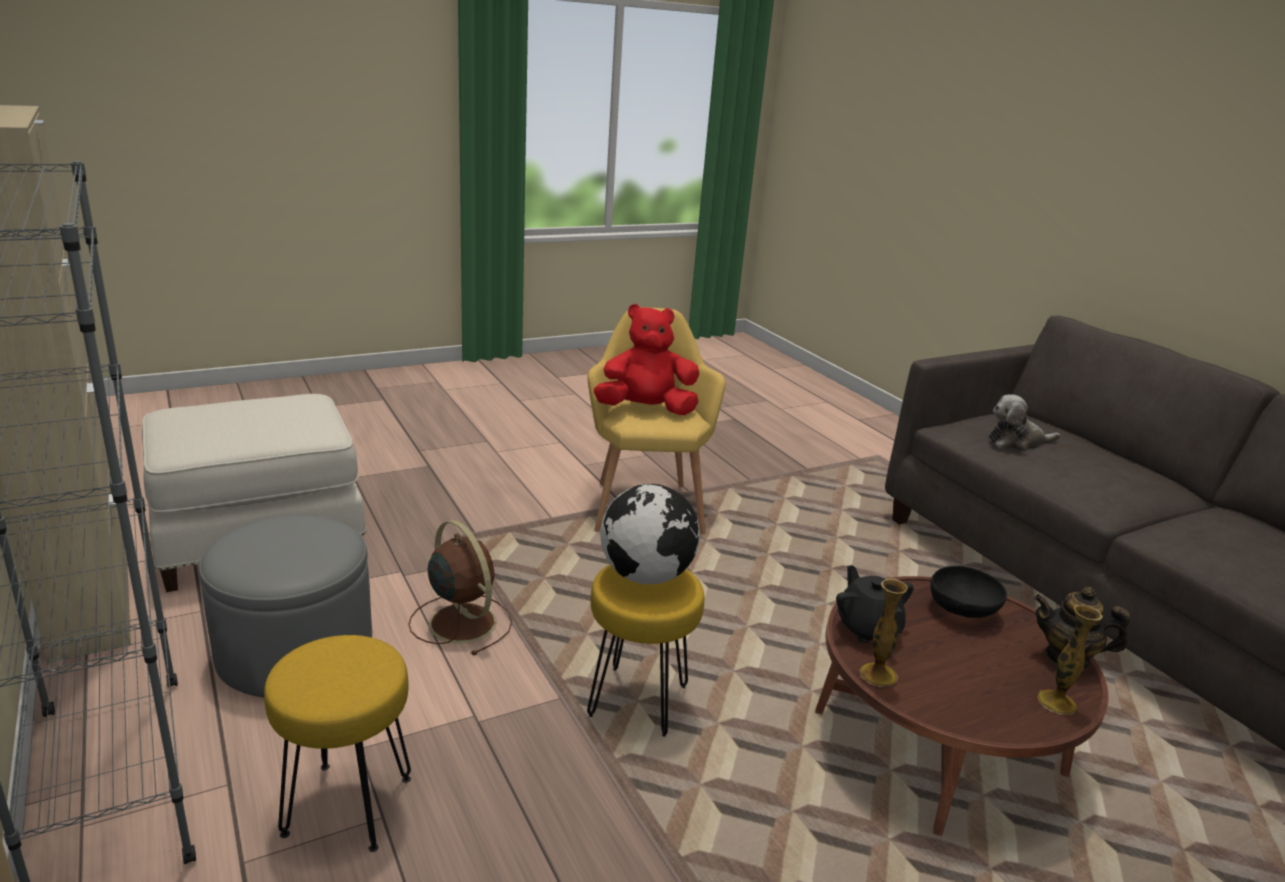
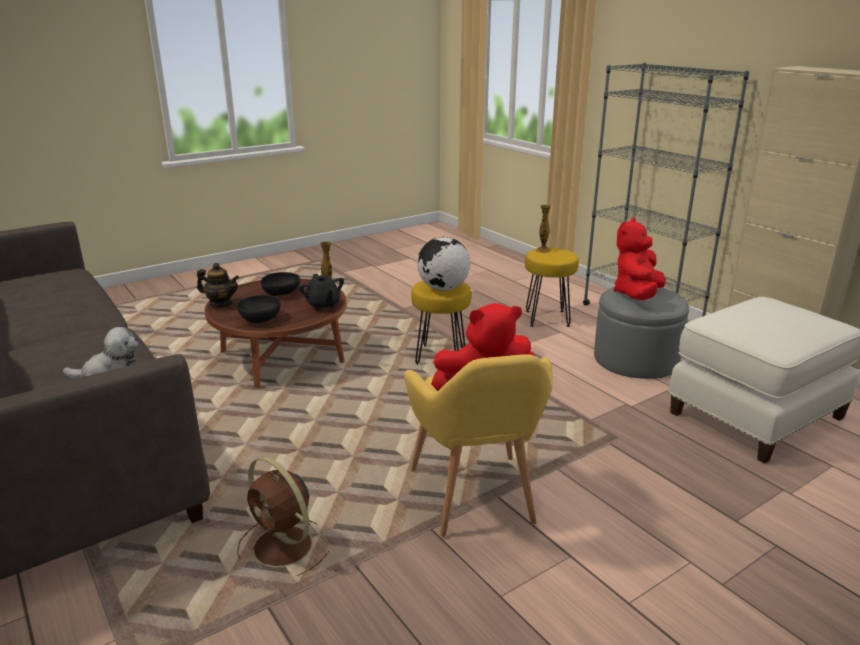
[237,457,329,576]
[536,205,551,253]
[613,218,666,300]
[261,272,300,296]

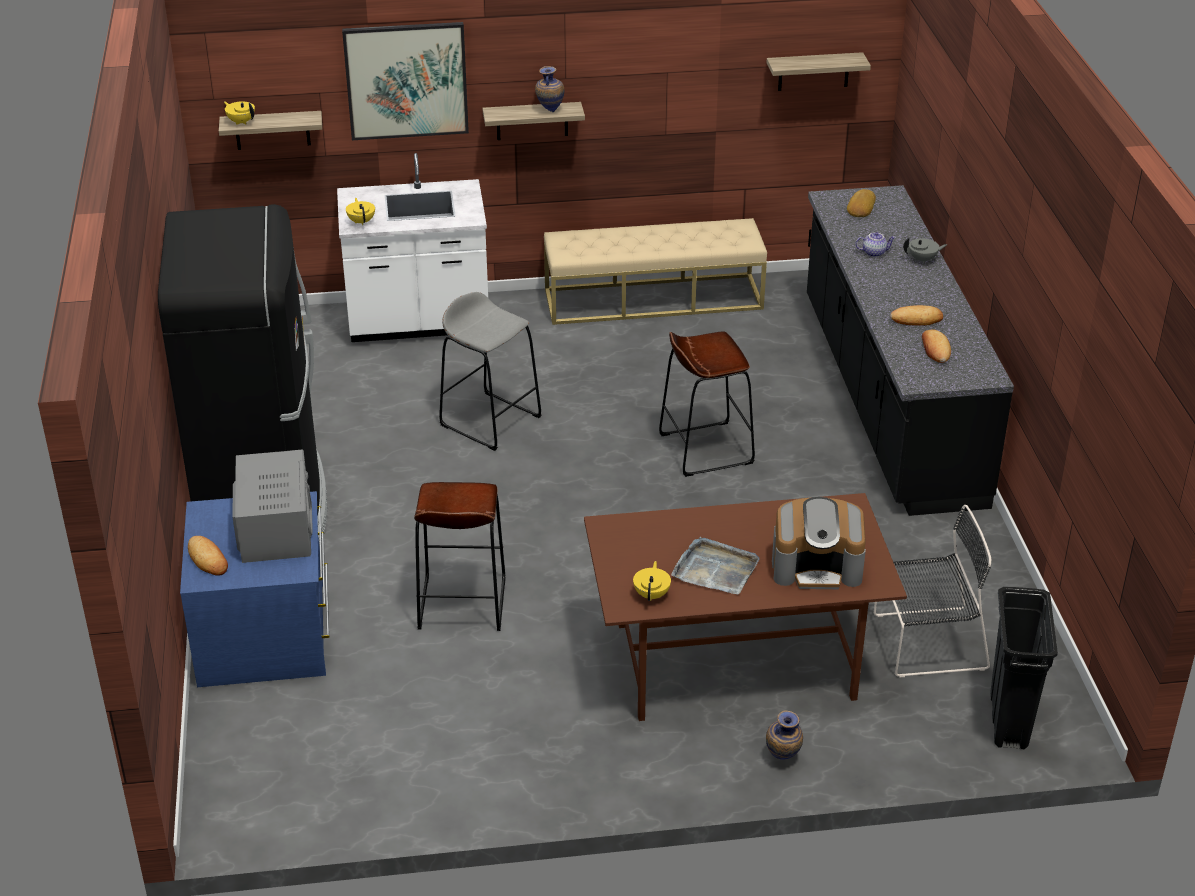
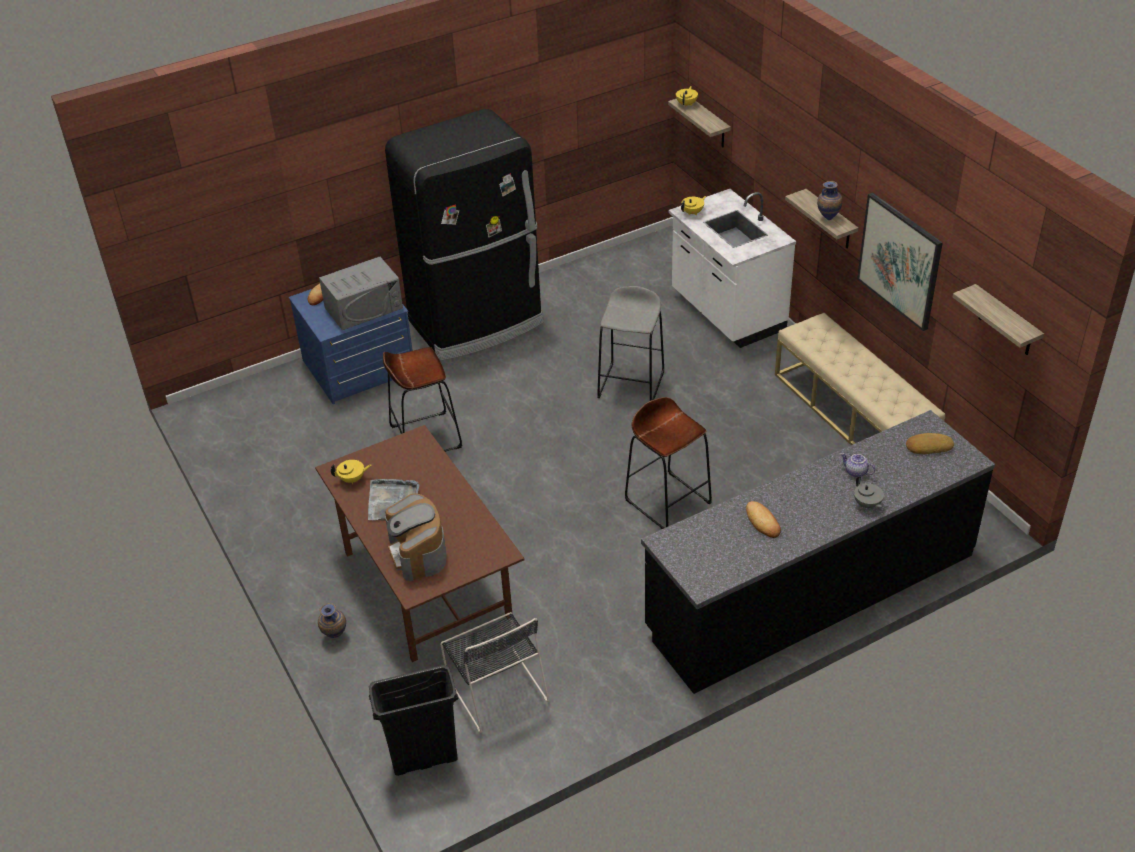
[857,193,943,331]
[840,453,875,477]
[922,329,951,363] (first image)

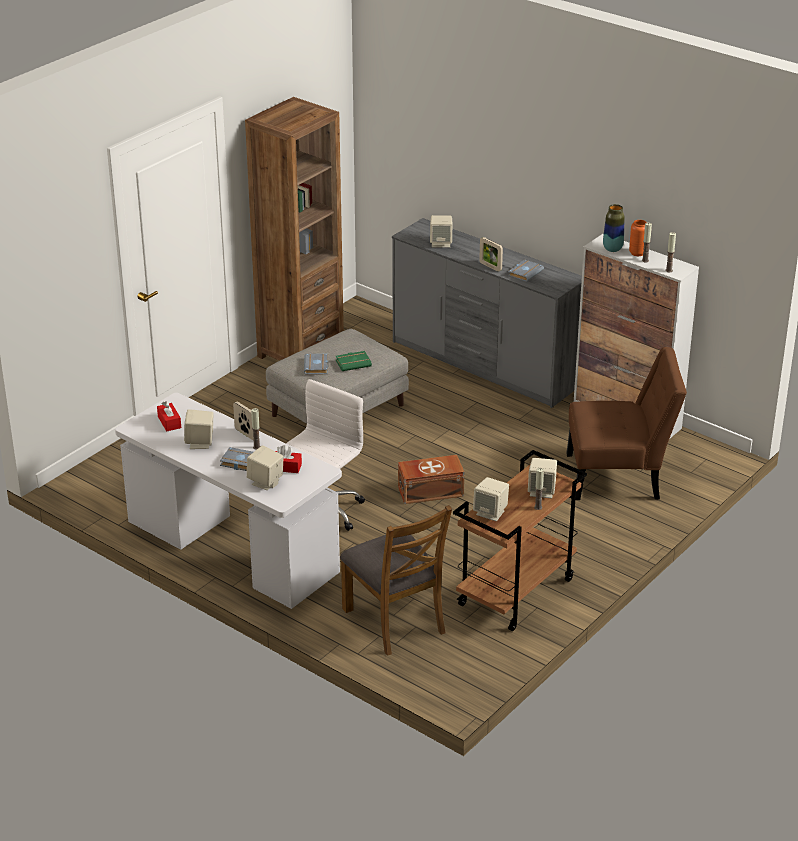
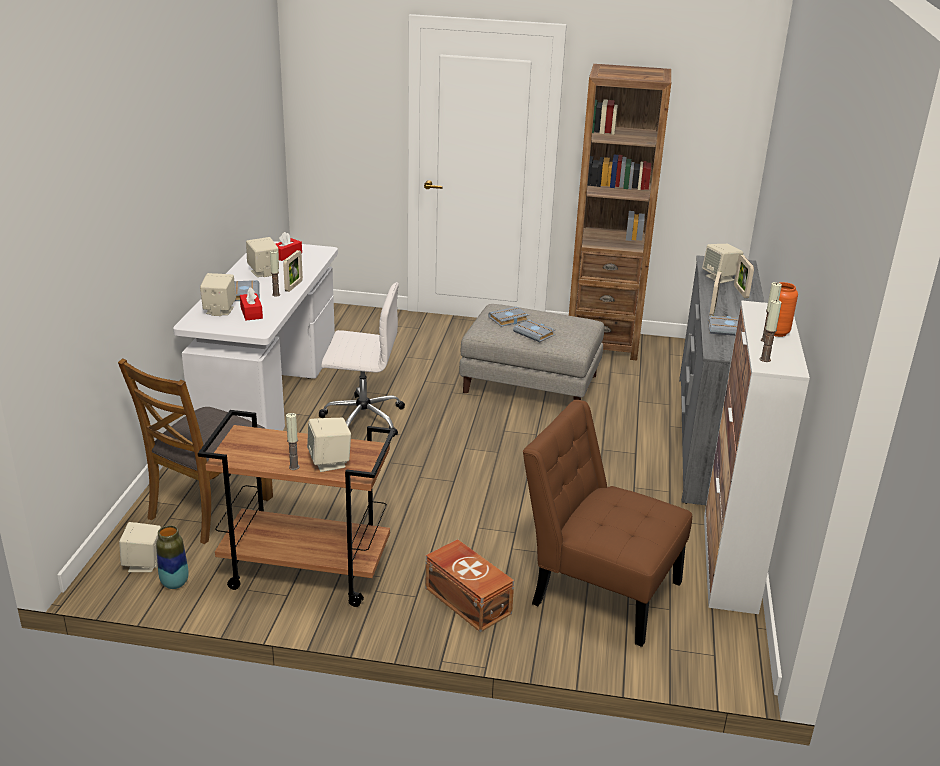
[156,526,189,589]
[523,400,692,647]
[513,319,555,342]
[425,539,514,632]
[119,522,161,572]
[734,255,754,298]

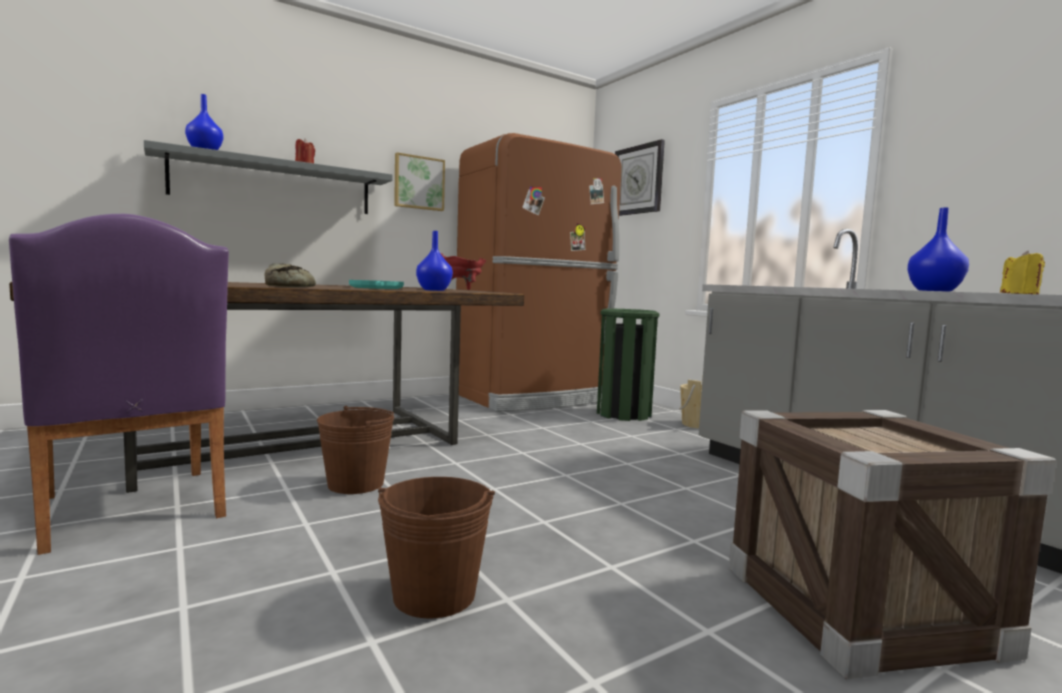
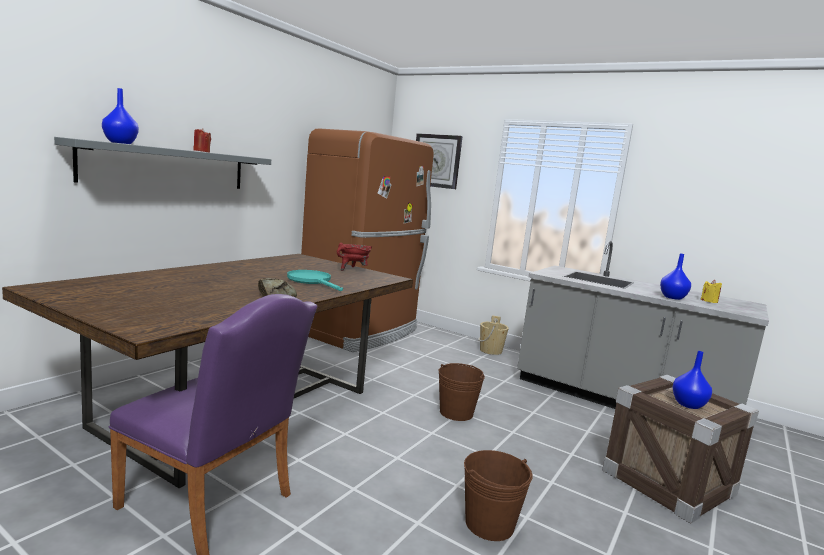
[394,152,445,211] (first image)
[673,351,712,409]
[597,309,659,421] (first image)
[439,363,485,421]

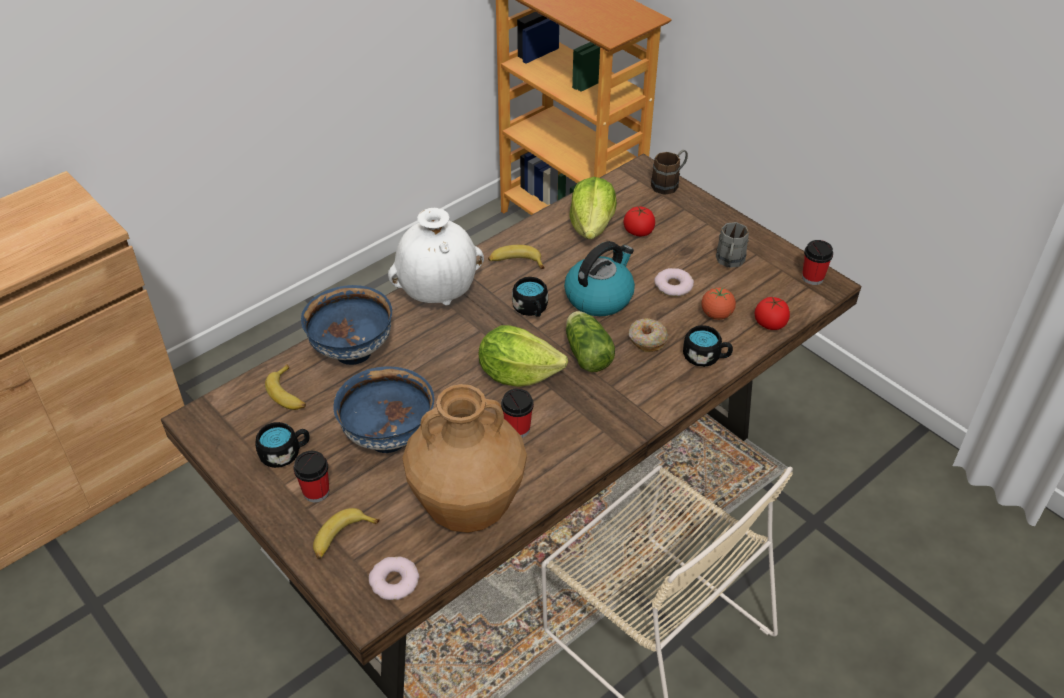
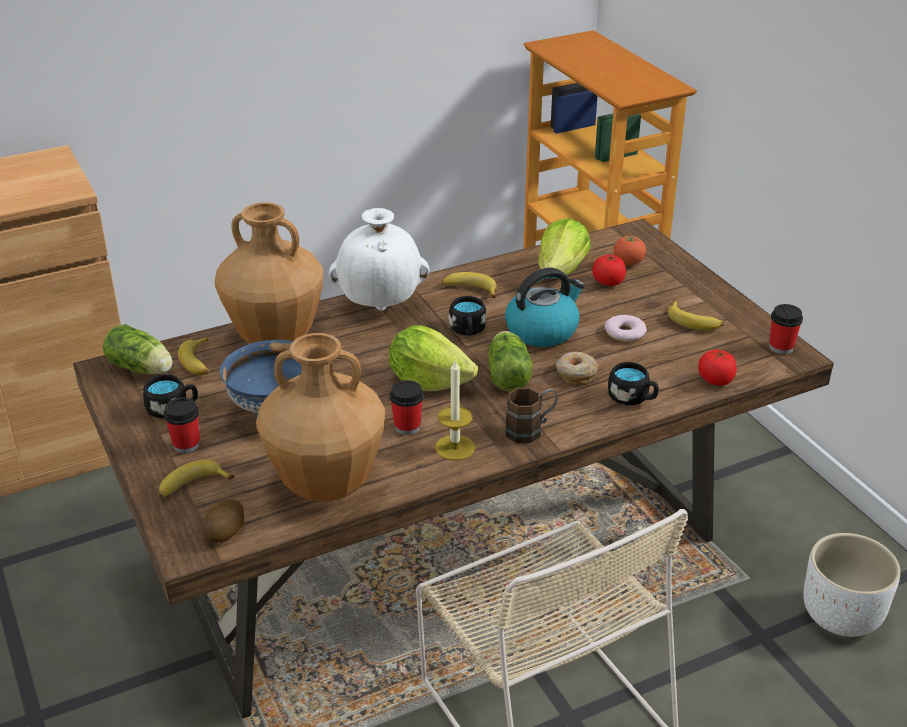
[505,388,558,443]
[668,300,724,331]
[214,202,324,344]
[613,235,646,266]
[202,500,244,543]
[103,324,172,374]
[435,360,475,461]
[803,533,900,637]

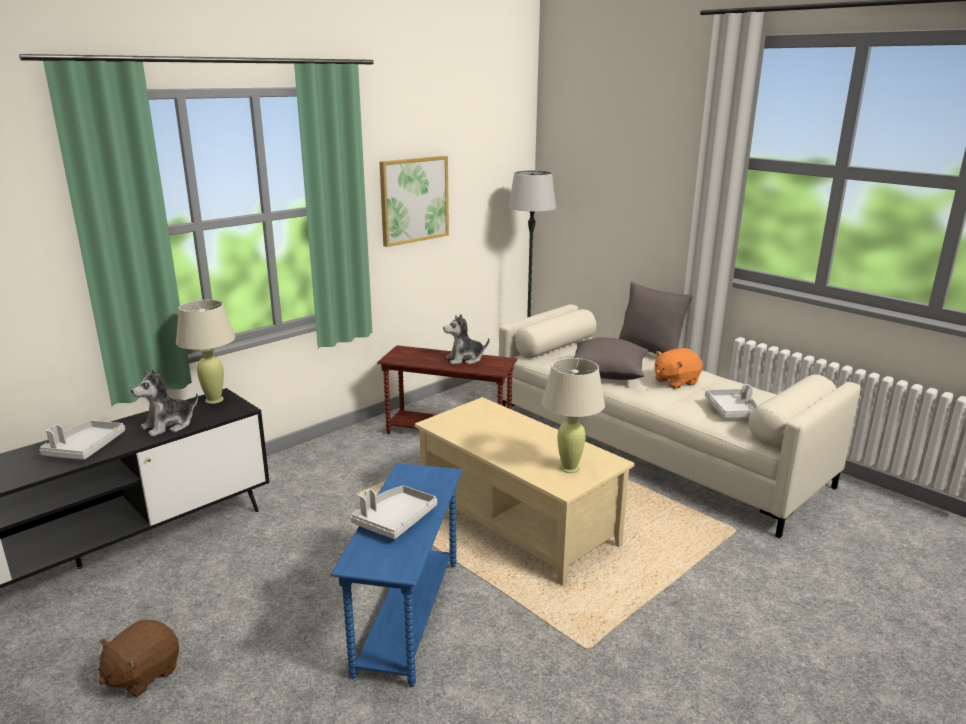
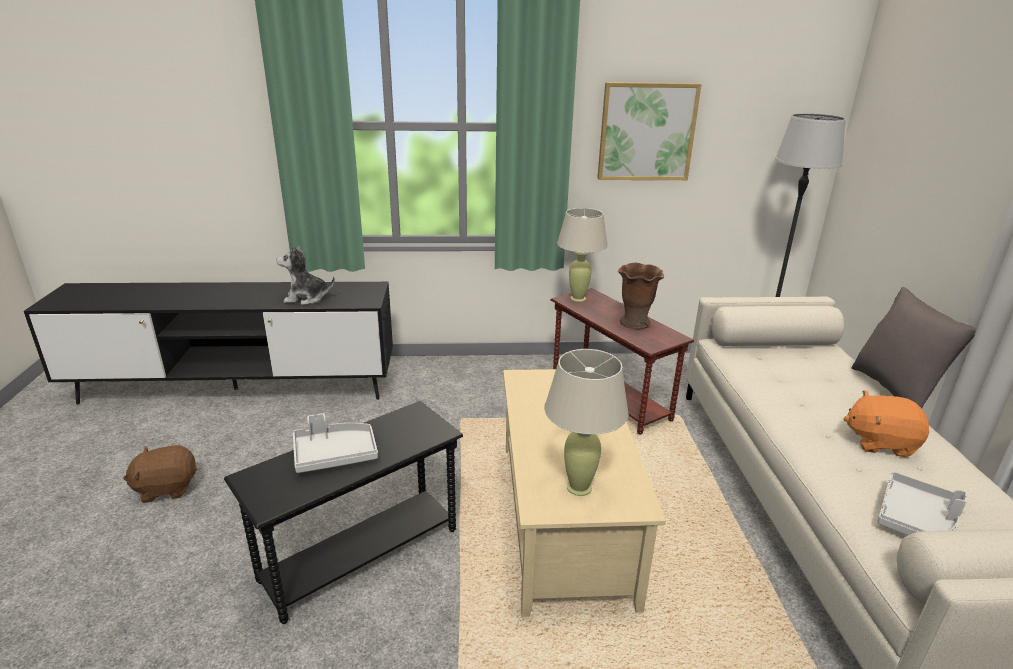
[557,208,608,302]
[618,263,664,329]
[573,337,649,380] (first image)
[39,420,125,460] (first image)
[224,401,463,624]

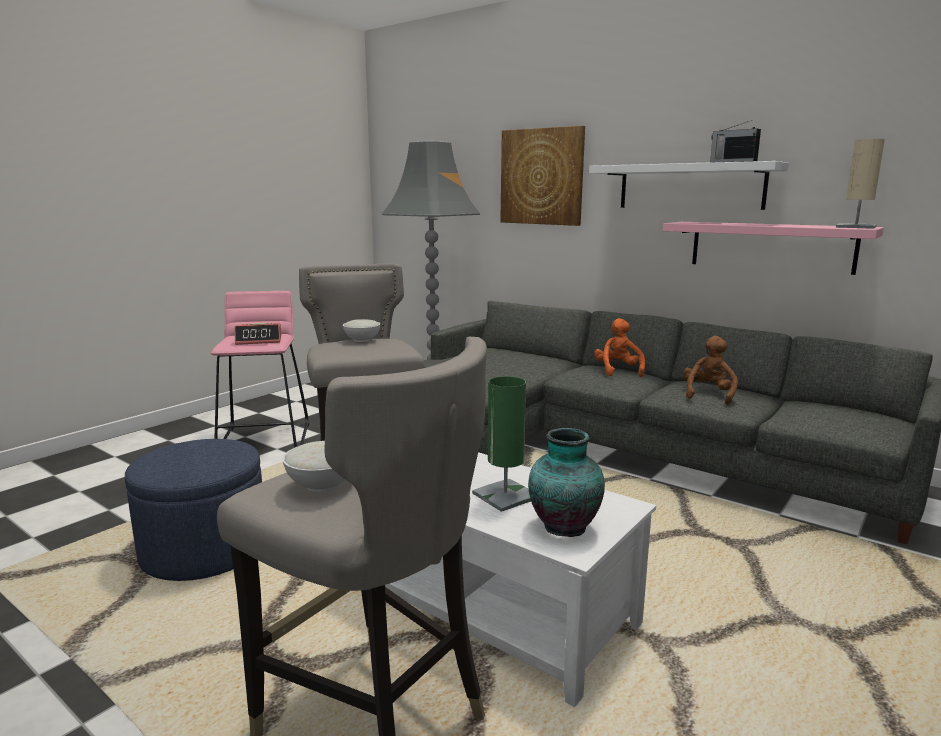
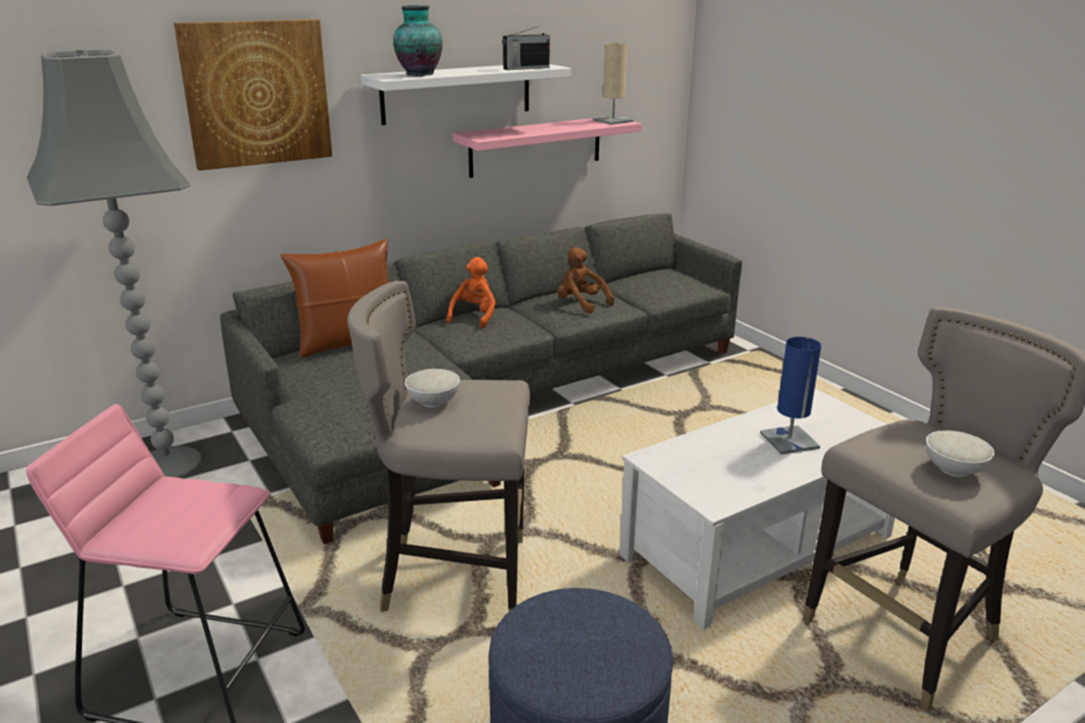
[446,257,496,329]
[235,323,281,345] (first image)
[760,337,821,455]
[393,5,443,76]
[280,239,389,358]

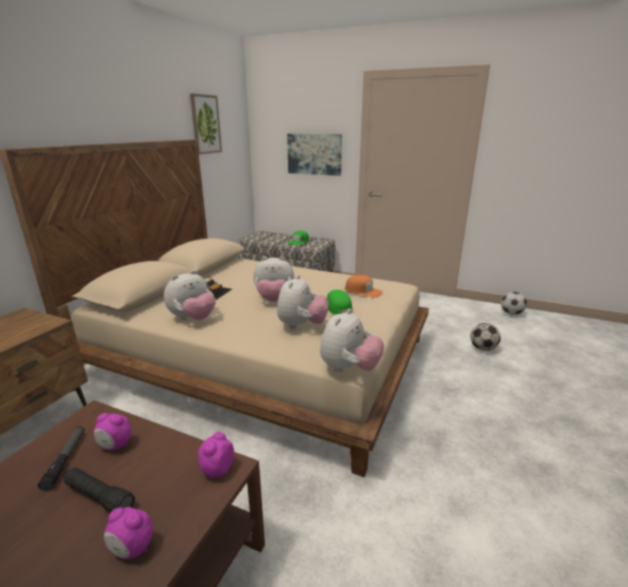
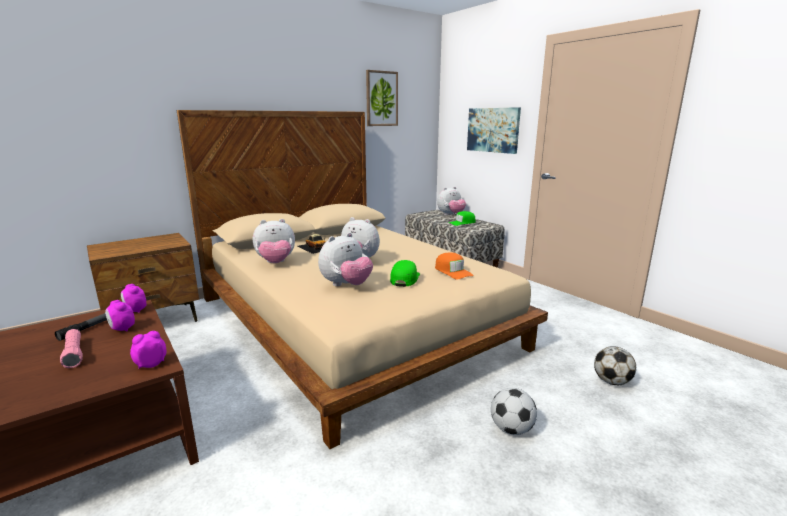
[491,388,537,435]
[437,187,466,215]
[60,329,83,368]
[121,284,147,313]

